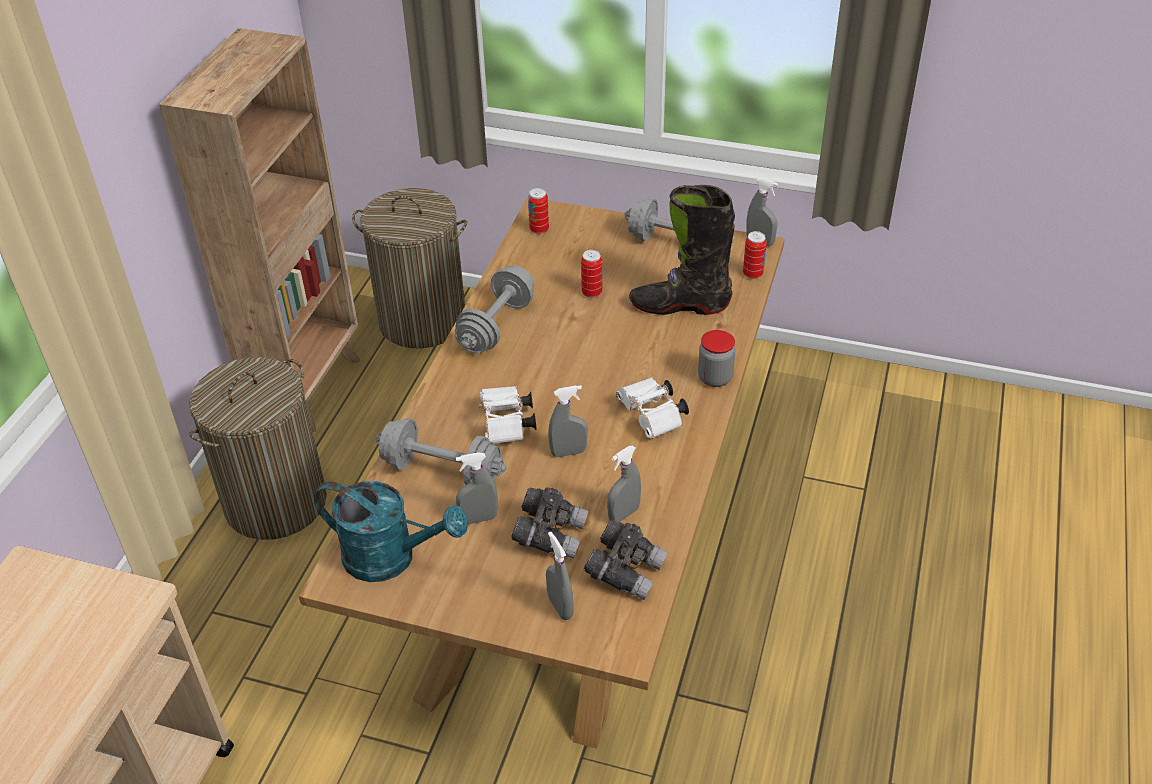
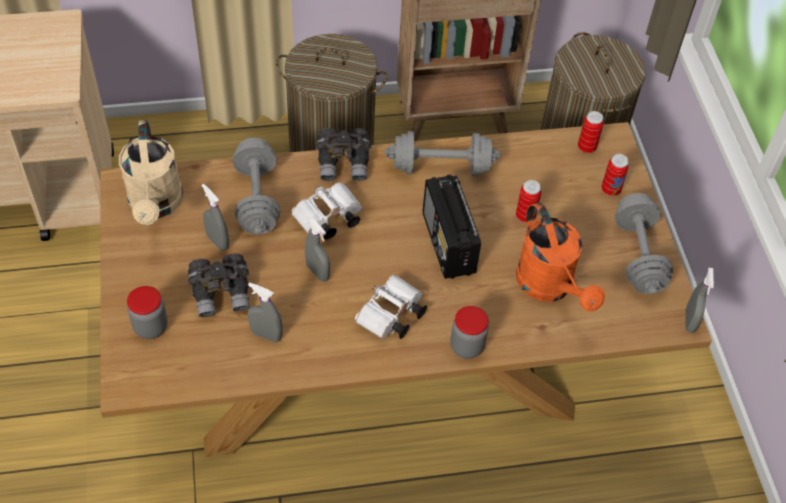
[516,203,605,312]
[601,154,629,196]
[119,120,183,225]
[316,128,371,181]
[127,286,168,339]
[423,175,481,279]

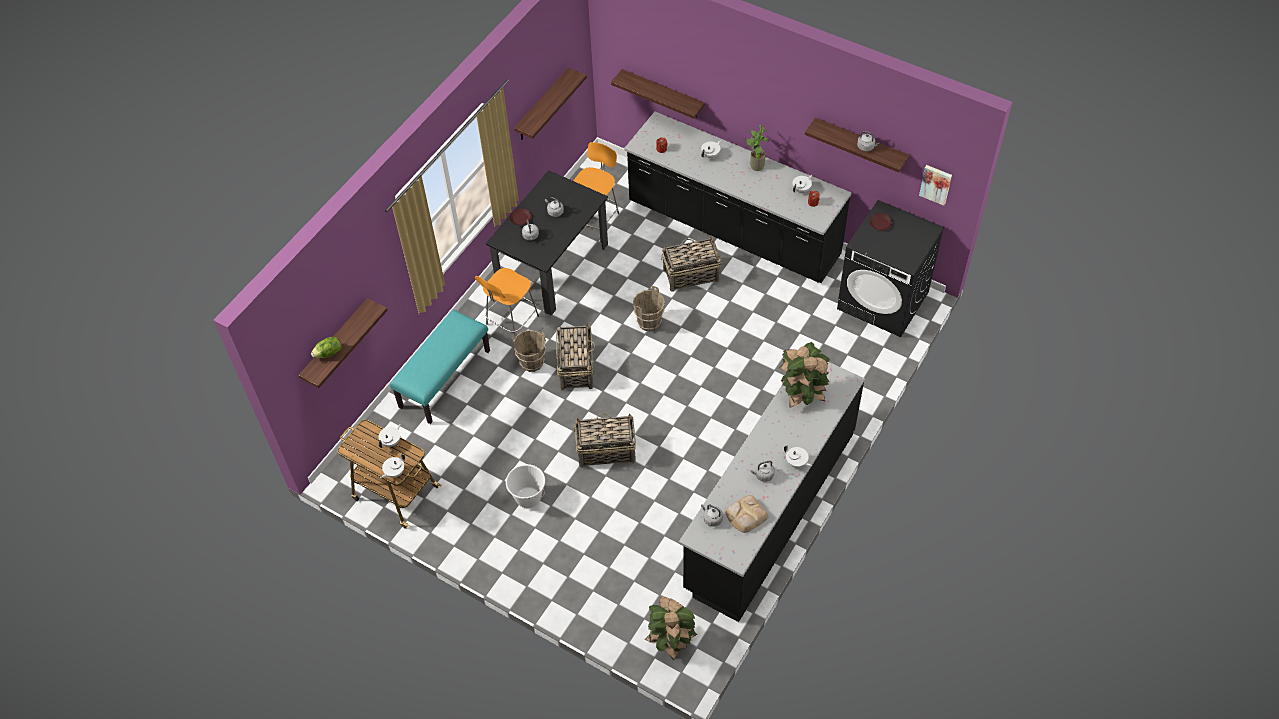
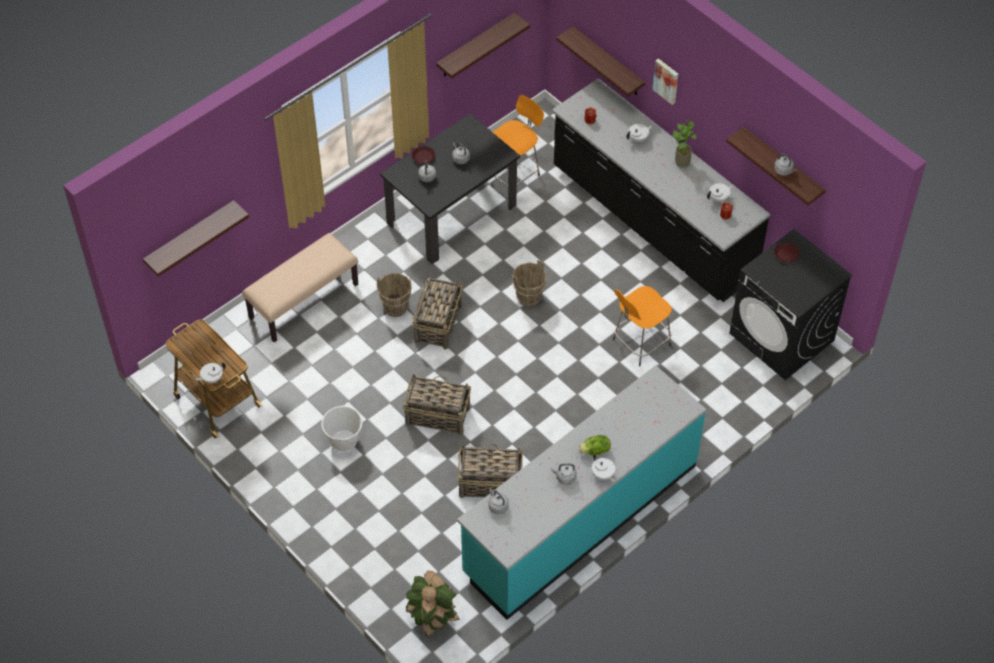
[653,58,678,105]
[457,443,523,498]
[613,286,672,366]
[242,233,358,342]
[578,435,611,455]
[779,342,830,408] (first image)
[457,365,706,620]
[378,424,401,448] (first image)
[725,495,769,533] (first image)

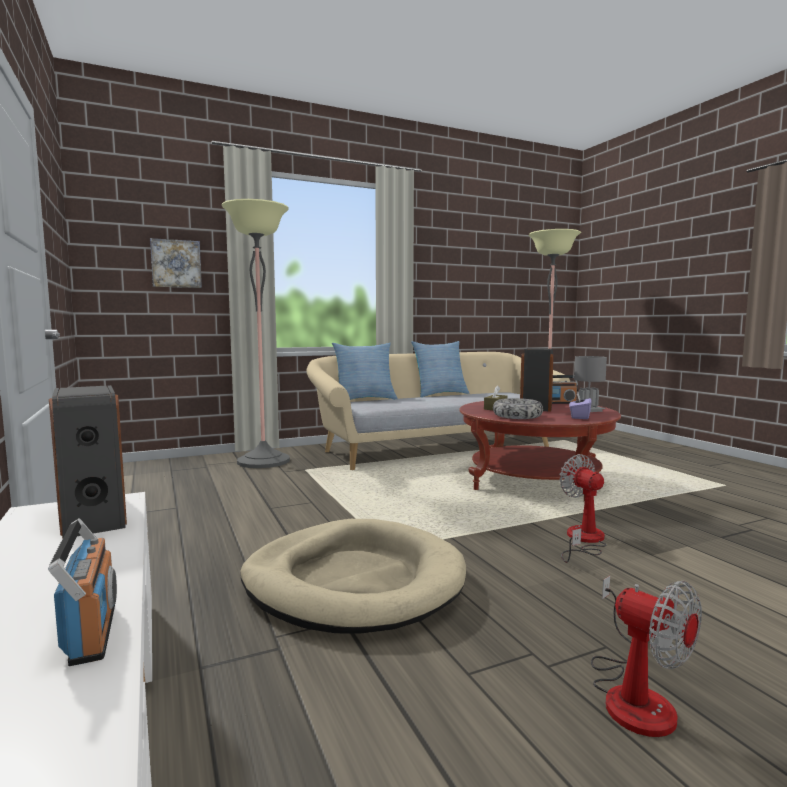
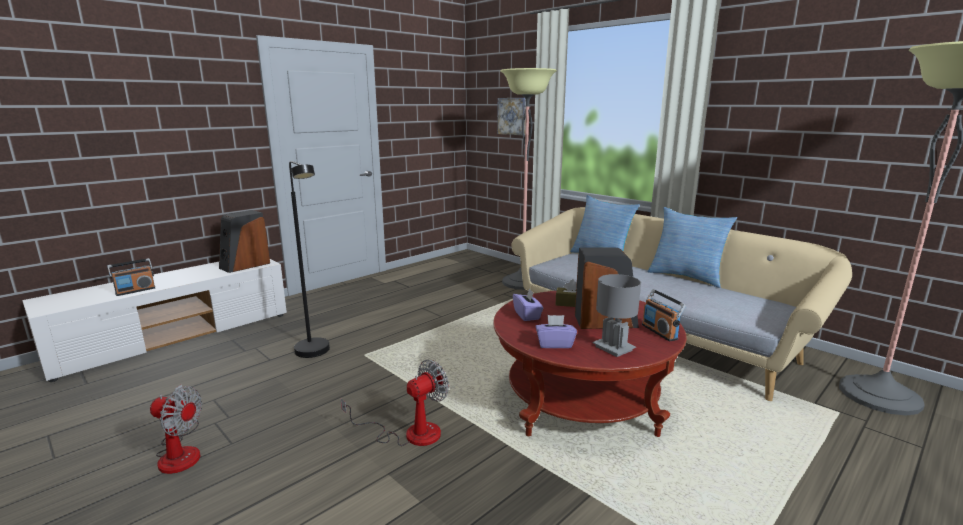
[513,288,543,321]
[289,161,330,358]
[150,384,202,474]

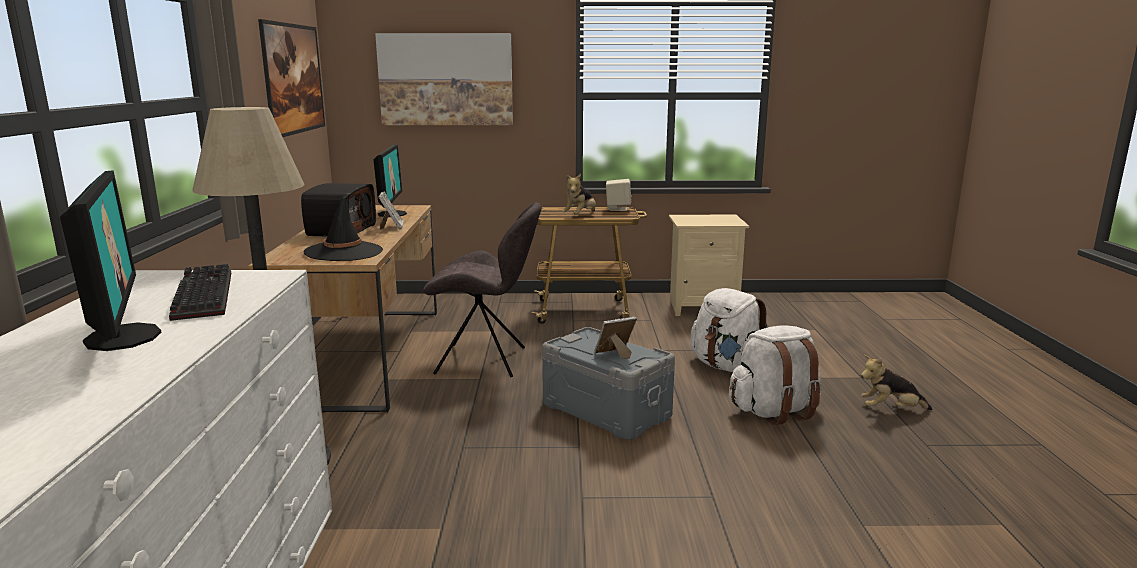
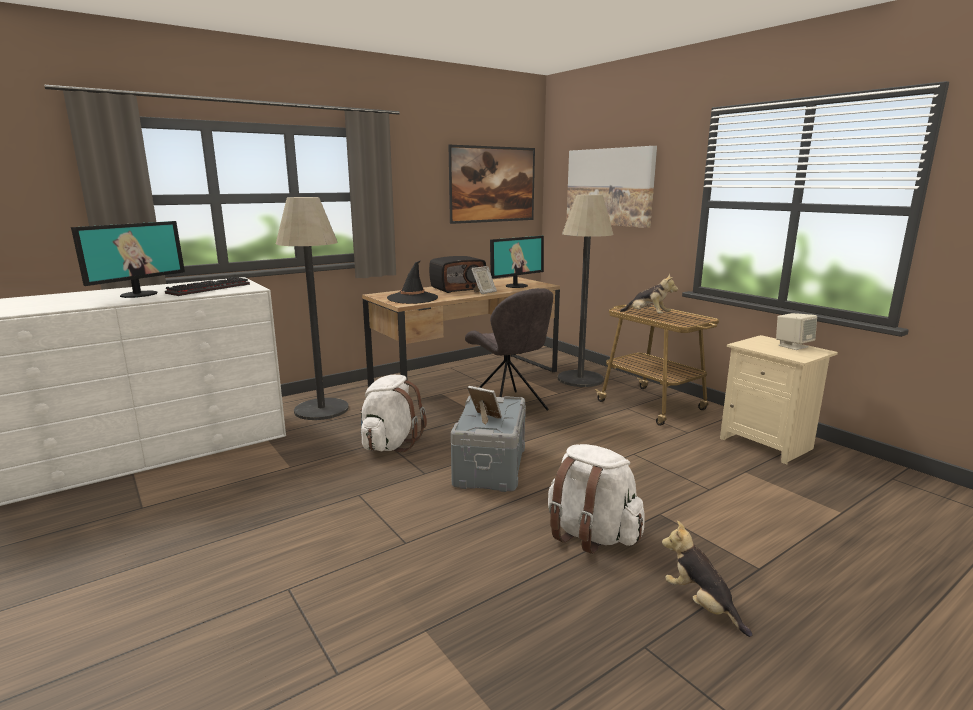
[620,274,678,314]
[776,313,817,350]
[360,375,427,452]
[558,195,614,387]

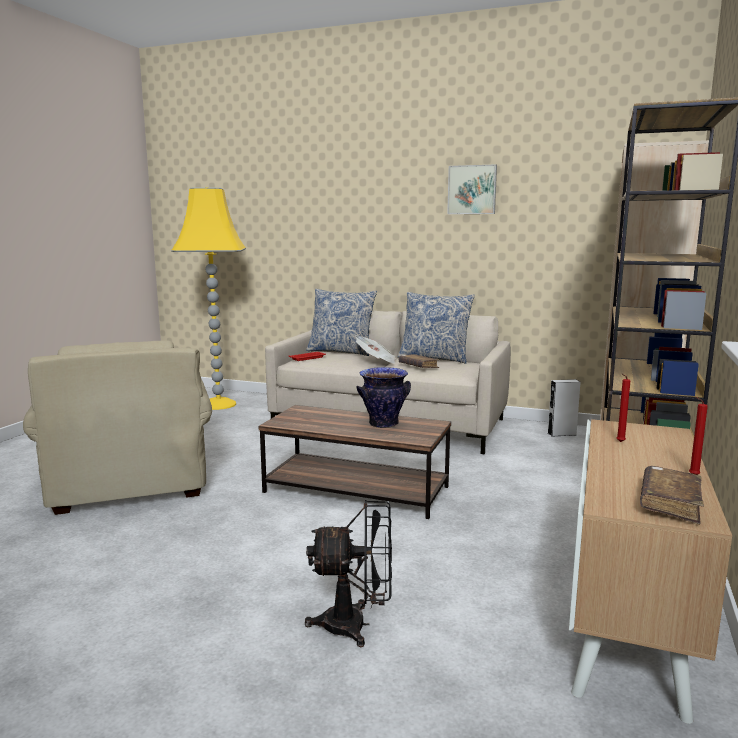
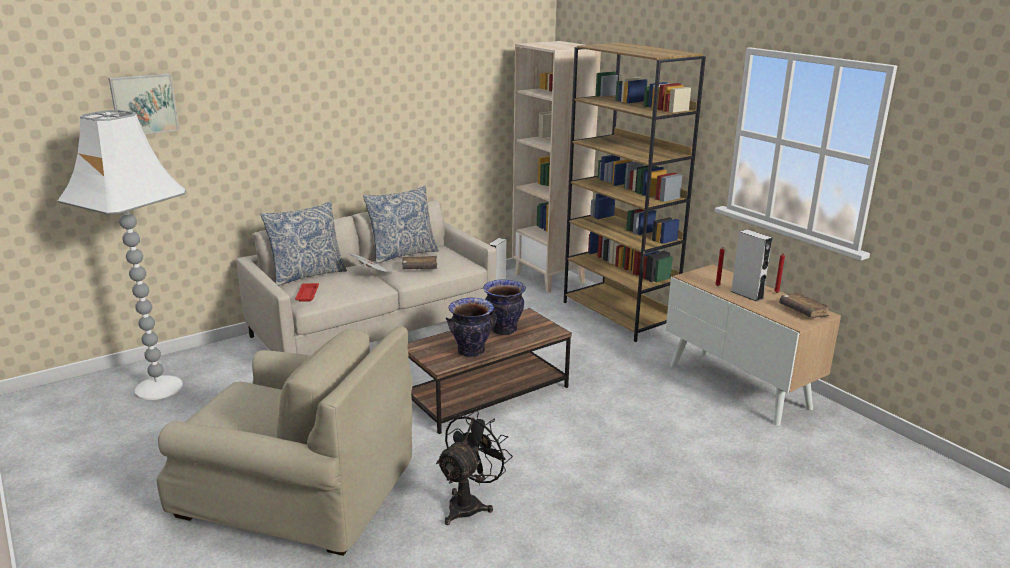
[109,74,179,134]
[58,110,186,400]
[436,410,513,525]
[731,229,772,302]
[446,298,497,357]

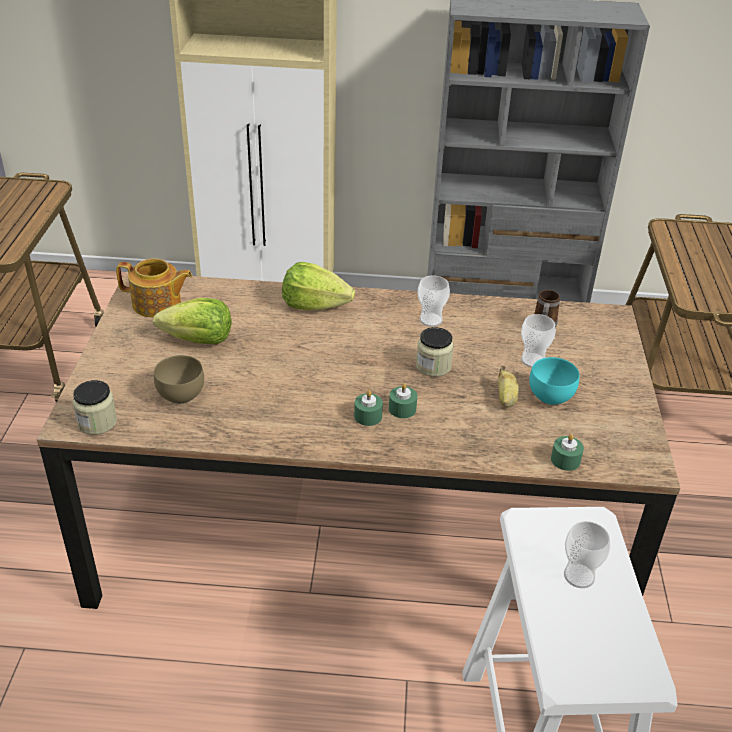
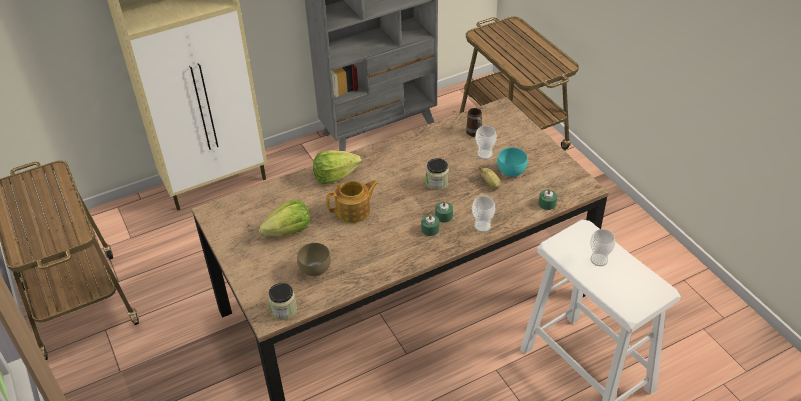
[326,180,379,223]
[472,196,495,232]

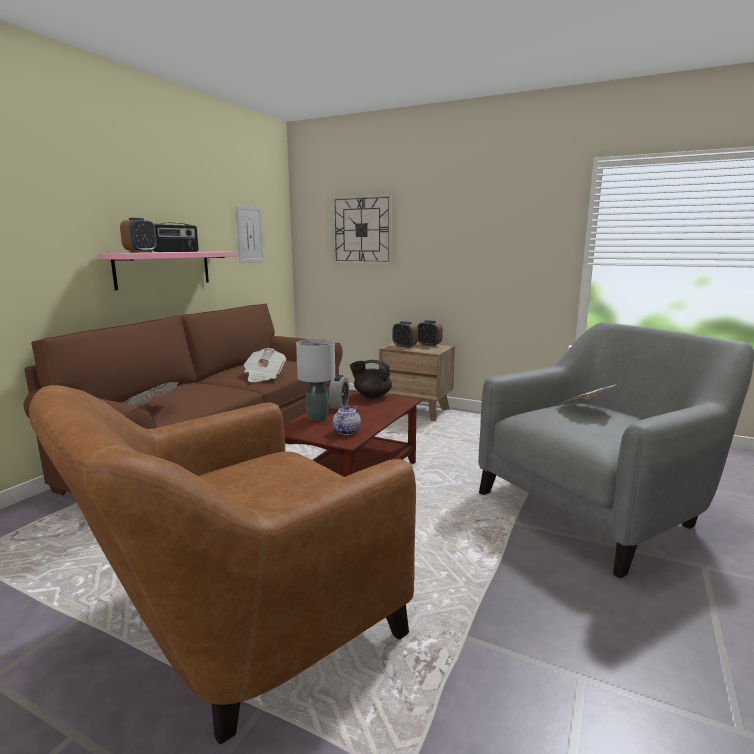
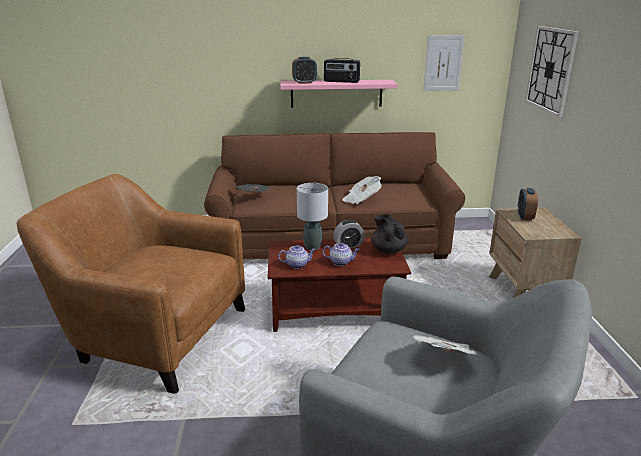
[417,320,443,347] (first image)
[322,243,360,266]

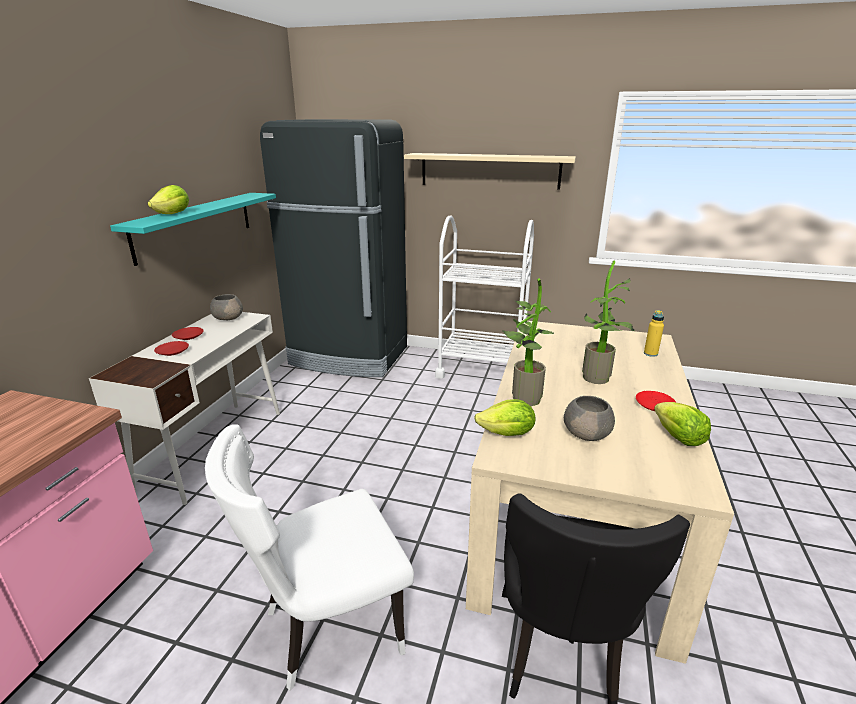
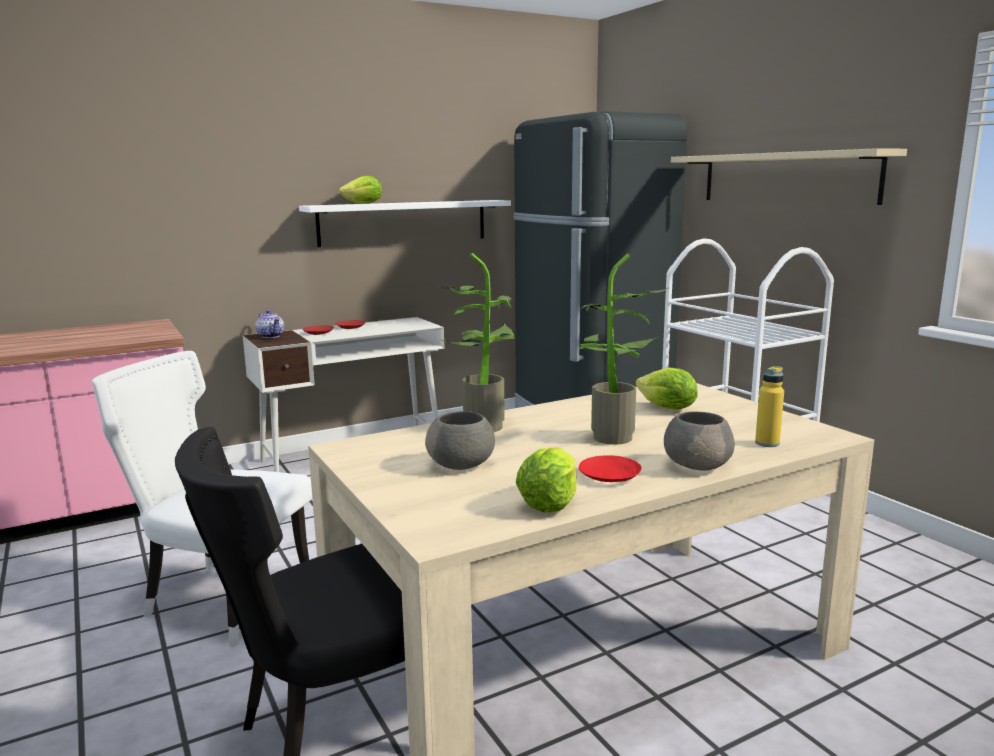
[299,200,511,248]
[664,411,735,471]
[636,368,698,410]
[255,310,284,338]

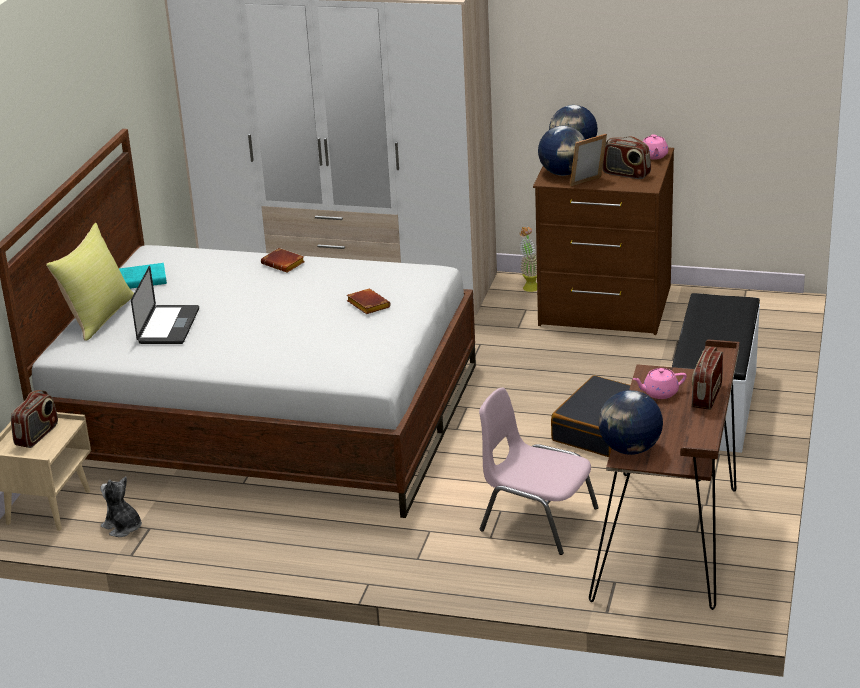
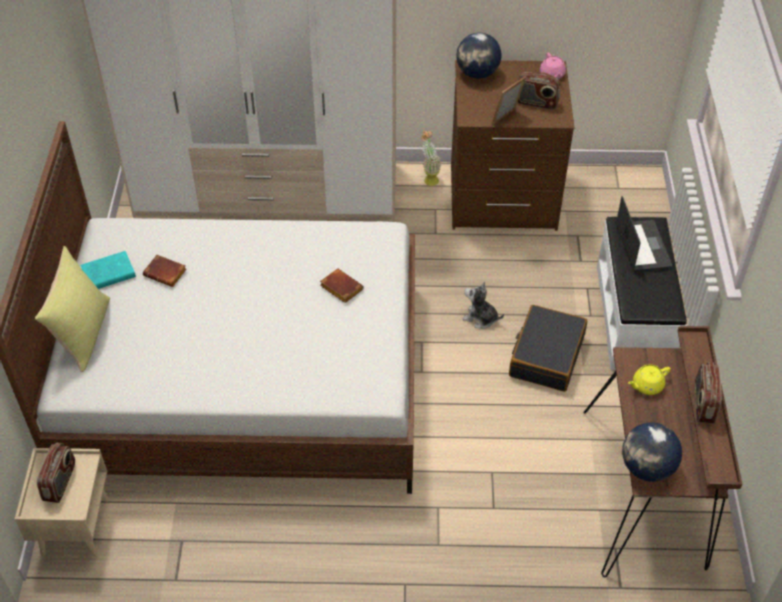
[538,126,585,176] (first image)
[143,255,186,287]
[616,196,672,272]
[628,364,671,395]
[479,387,599,555] (first image)
[463,281,504,329]

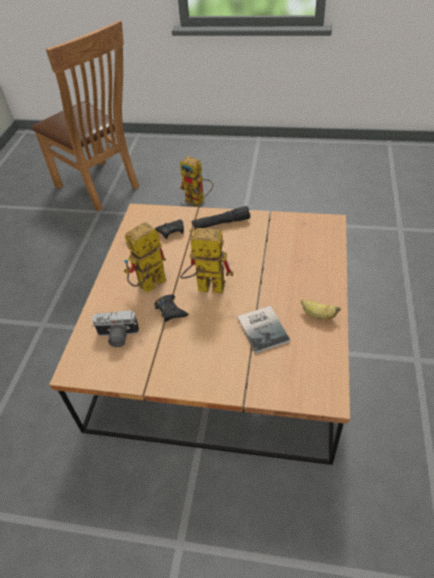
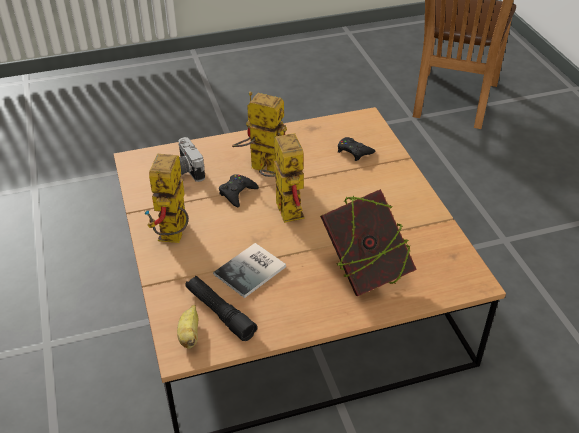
[144,154,189,243]
[185,276,257,341]
[177,305,198,349]
[320,189,417,296]

